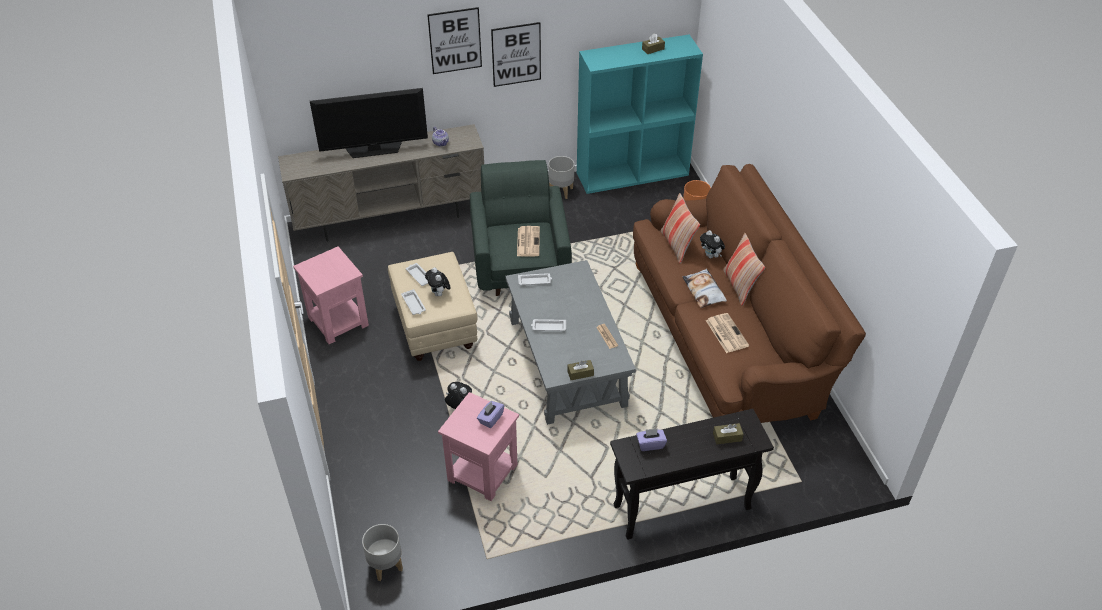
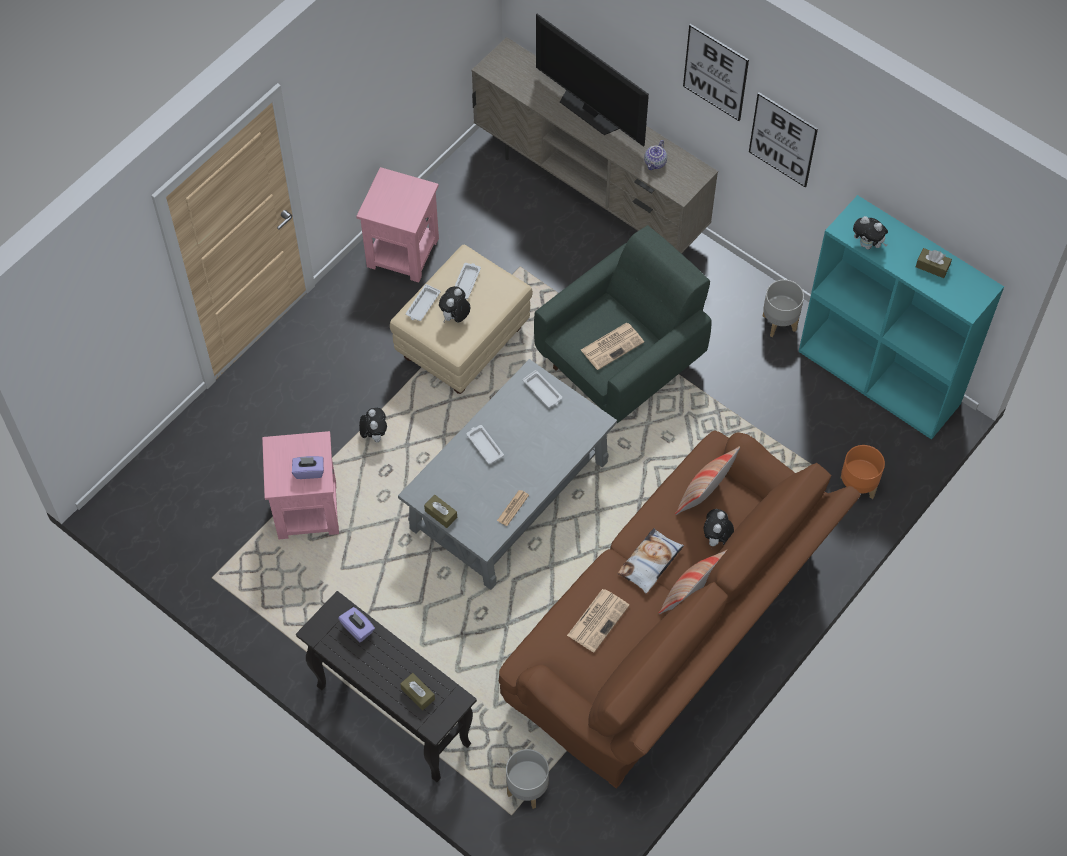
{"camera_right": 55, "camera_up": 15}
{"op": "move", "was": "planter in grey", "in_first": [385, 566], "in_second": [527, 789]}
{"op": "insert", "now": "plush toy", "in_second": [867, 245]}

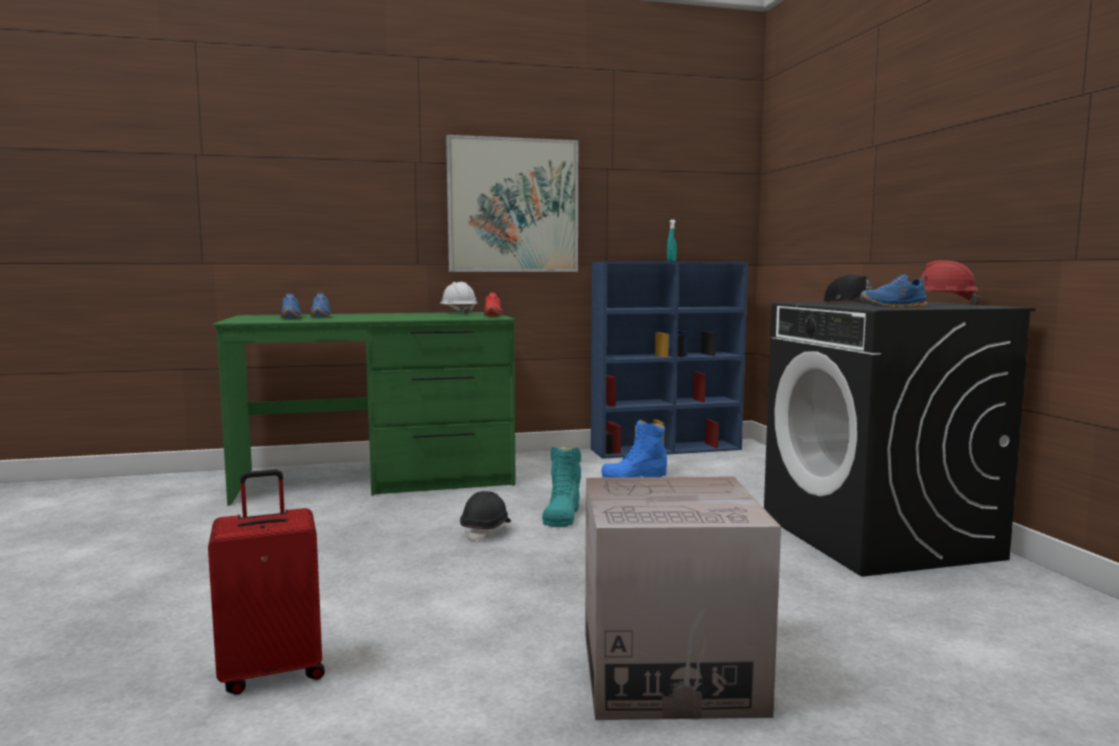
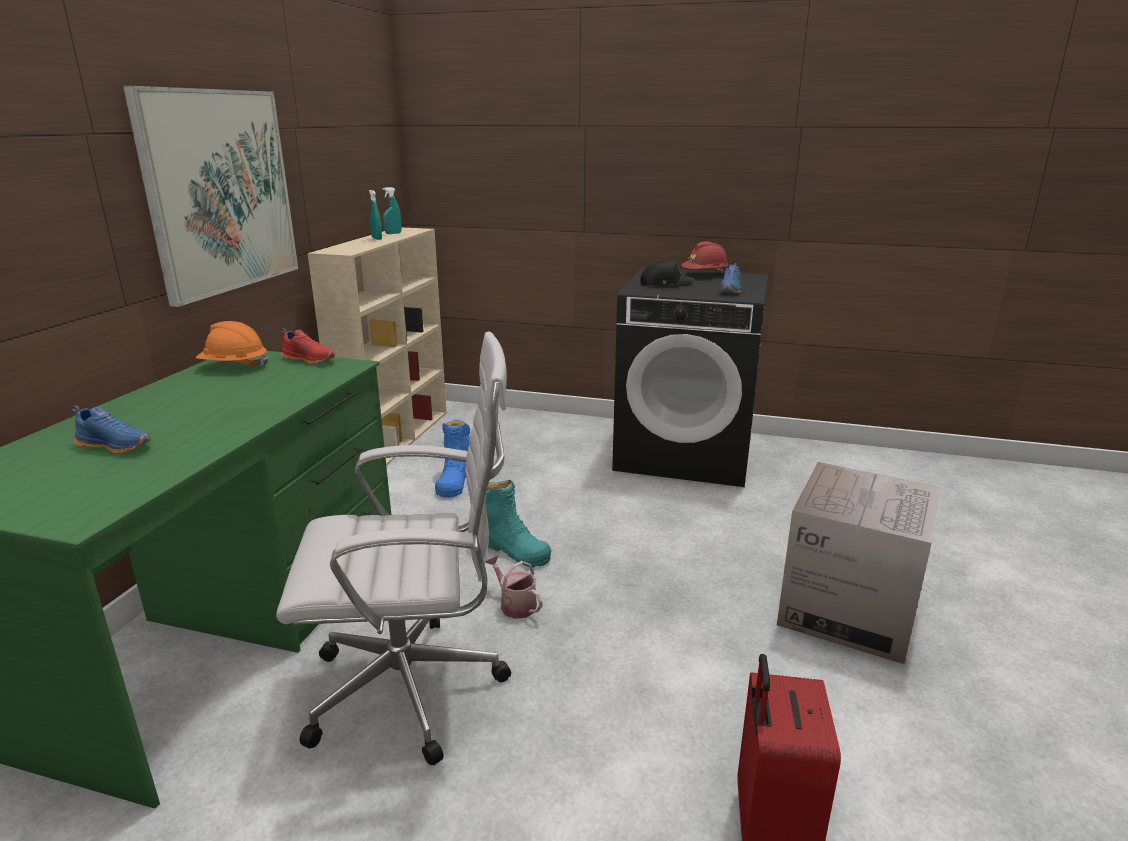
{"camera_right": -60, "camera_up": 15}
{"op": "recolor", "was": "bookcase in blue", "now": "bookcase in beige", "in_first": [667, 449], "in_second": [396, 438]}
{"op": "recolor", "was": "hard hat in white", "now": "hard hat in orange", "in_first": [458, 313], "in_second": [234, 366]}
{"op": "delete", "was": "shoe in blue", "in_first": [292, 317]}
{"op": "replace", "was": "hard hat in black", "now": "watering can", "in_first": [486, 531], "in_second": [515, 604]}
{"op": "insert", "now": "spray bottle in turquoise", "in_second": [393, 233]}
{"op": "insert", "now": "office chair in white", "in_second": [416, 688]}

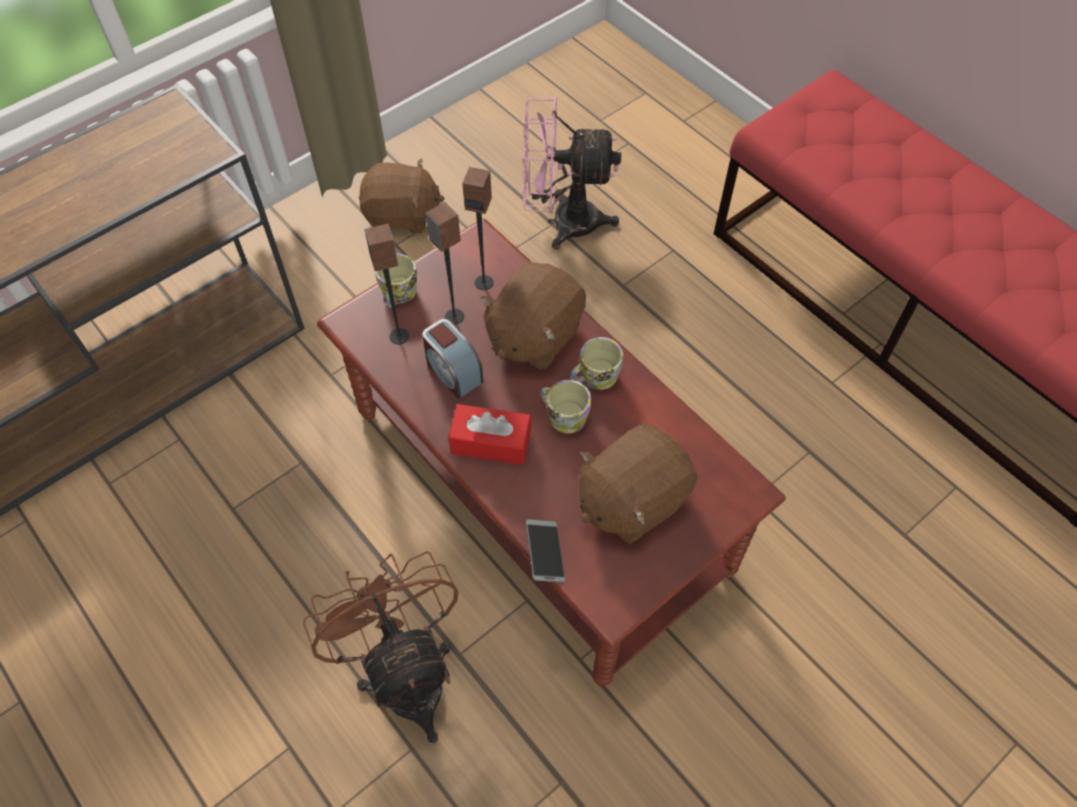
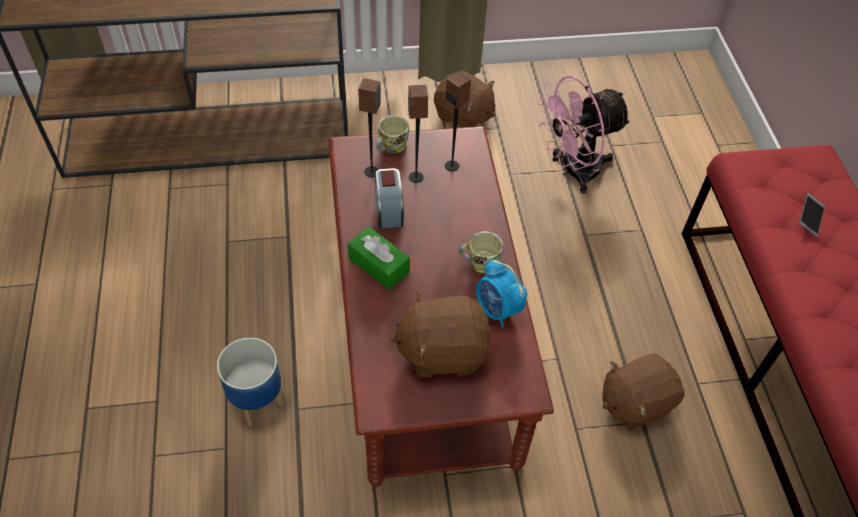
{"camera_right": 30, "camera_up": -5}
{"op": "rotate", "was": "fan in pink", "in_first": [562, 221], "in_second": [572, 171], "clockwise": -60}
{"op": "move", "was": "plush toy in brown", "in_first": [533, 335], "in_second": [635, 402]}
{"op": "delete", "was": "mug", "in_first": [563, 415]}
{"op": "recolor", "was": "tissue box in red", "now": "tissue box in green", "in_first": [491, 442], "in_second": [379, 265]}
{"op": "move", "was": "phone", "in_first": [545, 553], "in_second": [809, 217]}
{"op": "replace", "was": "fan in brown", "now": "planter", "in_first": [407, 673], "in_second": [256, 401]}
{"op": "insert", "now": "alarm clock", "in_second": [497, 310]}

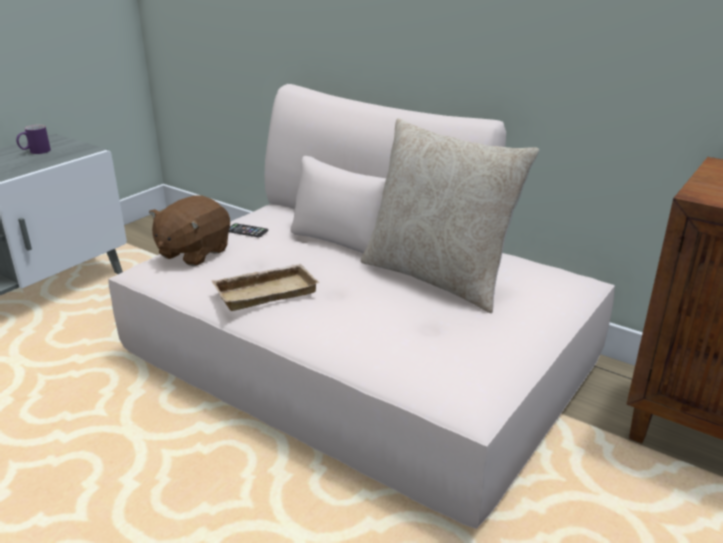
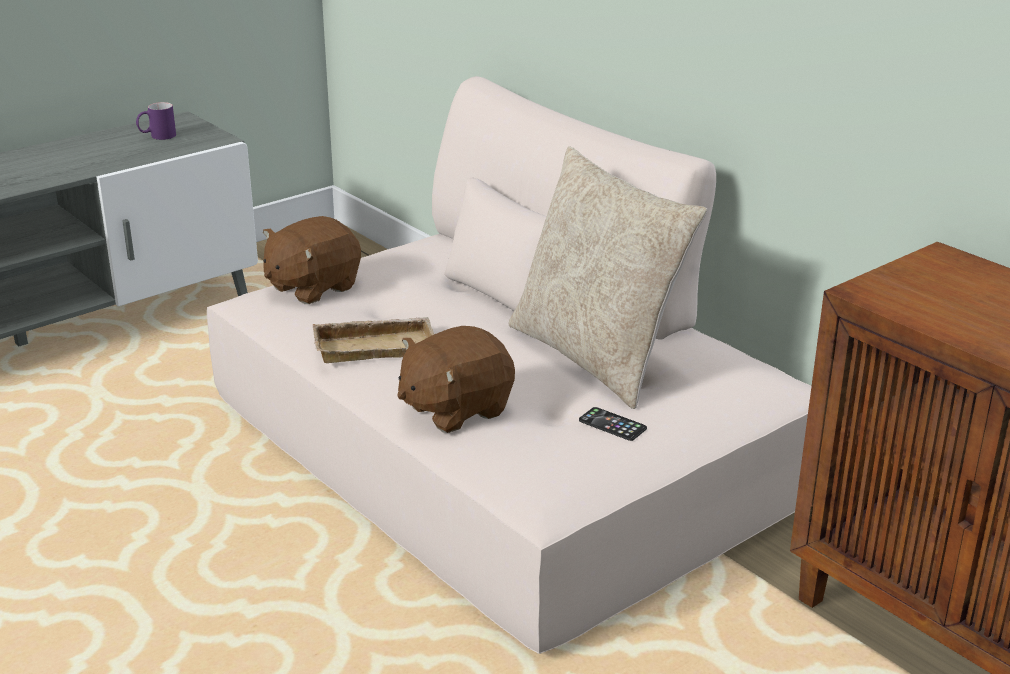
{"camera_right": 15, "camera_up": 0}
{"op": "move", "was": "phone", "in_first": [247, 231], "in_second": [612, 425]}
{"op": "insert", "now": "plush toy in brown", "in_second": [455, 409]}

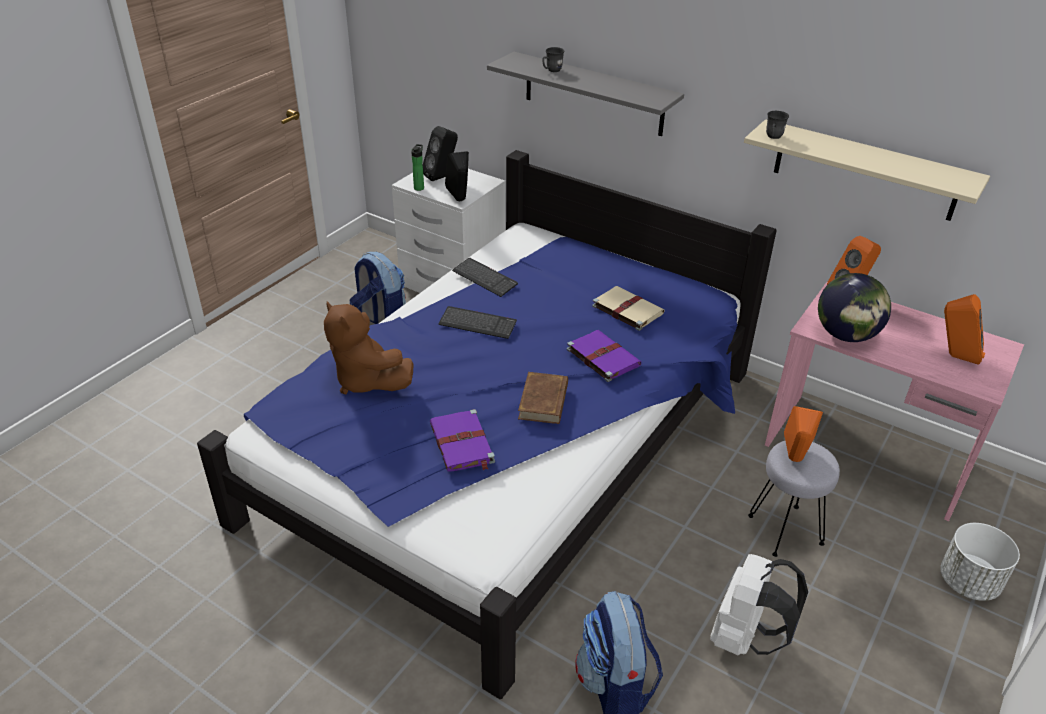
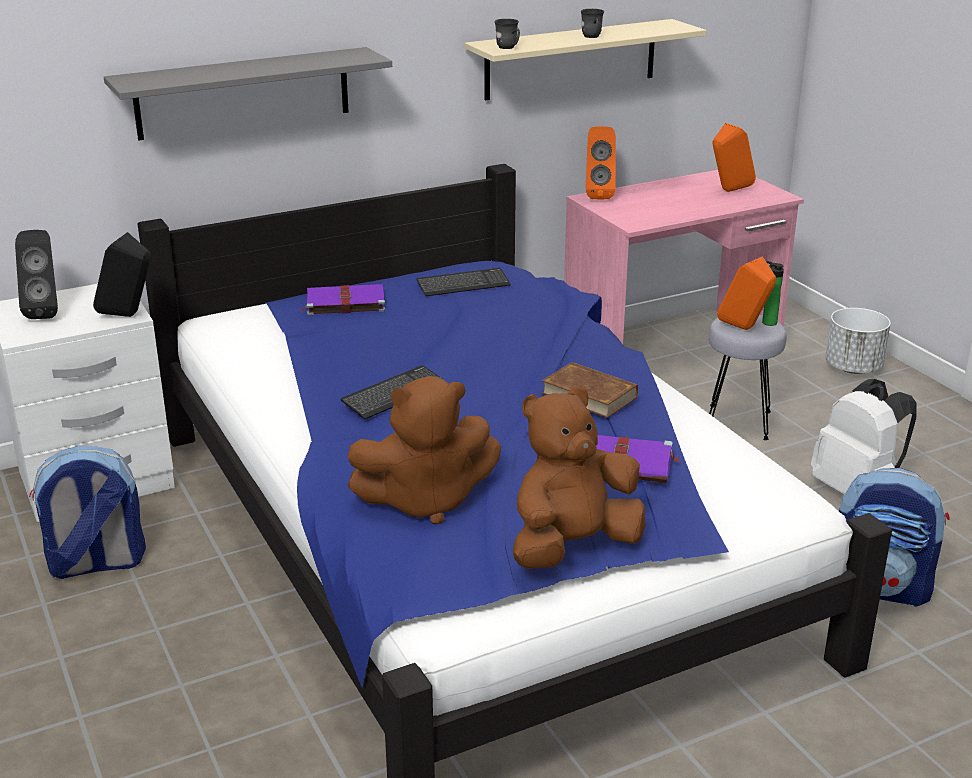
{"camera_right": -60, "camera_up": -10}
{"op": "move", "was": "mug in grey", "in_first": [551, 70], "in_second": [592, 37]}
{"op": "move", "was": "bottle", "in_first": [419, 187], "in_second": [767, 322]}
{"op": "move", "was": "keyboard", "in_first": [484, 278], "in_second": [463, 284]}
{"op": "delete", "was": "globe", "in_first": [846, 335]}
{"op": "delete", "was": "book in beige", "in_first": [626, 309]}
{"op": "move", "was": "book in purple", "in_first": [602, 356], "in_second": [344, 302]}
{"op": "insert", "now": "plush toy in brown", "in_second": [572, 547]}

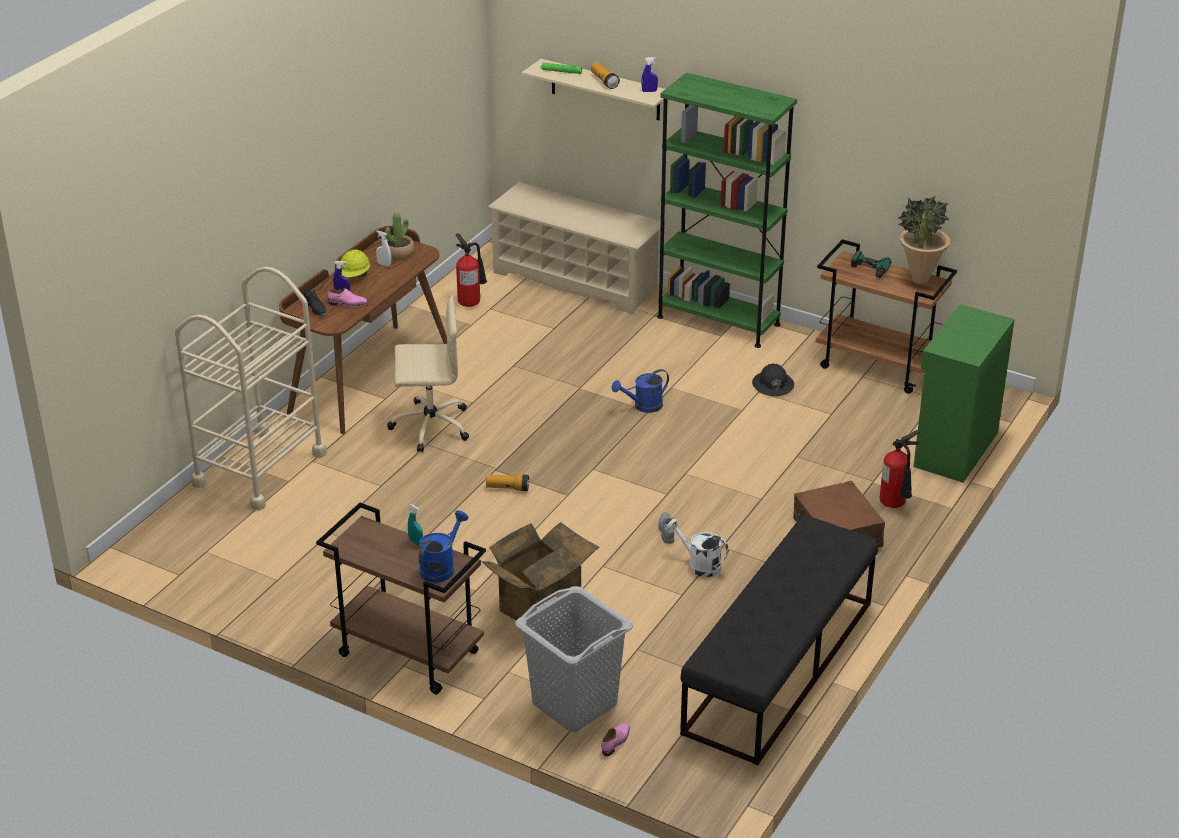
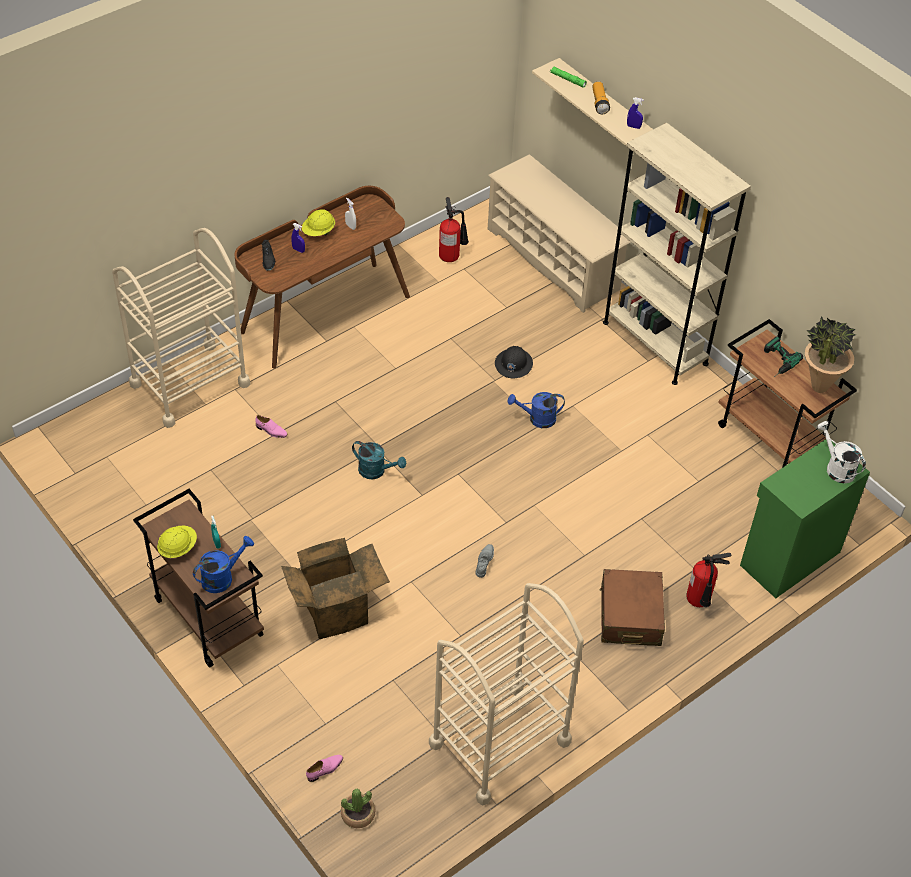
{"camera_right": 20, "camera_up": 15}
{"op": "recolor", "was": "bookcase in green", "now": "bookcase in beige", "in_first": [718, 321], "in_second": [655, 343]}
{"op": "move", "was": "potted plant", "in_first": [399, 252], "in_second": [358, 814]}
{"op": "move", "was": "shoe in pink", "in_first": [347, 303], "in_second": [271, 431]}
{"op": "delete", "was": "office chair in beige", "in_first": [429, 426]}
{"op": "move", "was": "hard hat in black", "in_first": [772, 385], "in_second": [513, 364]}
{"op": "replace", "was": "flashlight", "now": "watering can in turquoise", "in_first": [507, 488], "in_second": [376, 471]}
{"op": "replace", "was": "bench in black", "now": "cart in beige", "in_first": [778, 667], "in_second": [500, 743]}
{"op": "move", "was": "watering can in white", "in_first": [699, 564], "in_second": [836, 467]}
{"op": "delete", "was": "laundry basket in grey", "in_first": [574, 704]}
{"op": "insert", "now": "hard hat in yellow", "in_second": [178, 548]}

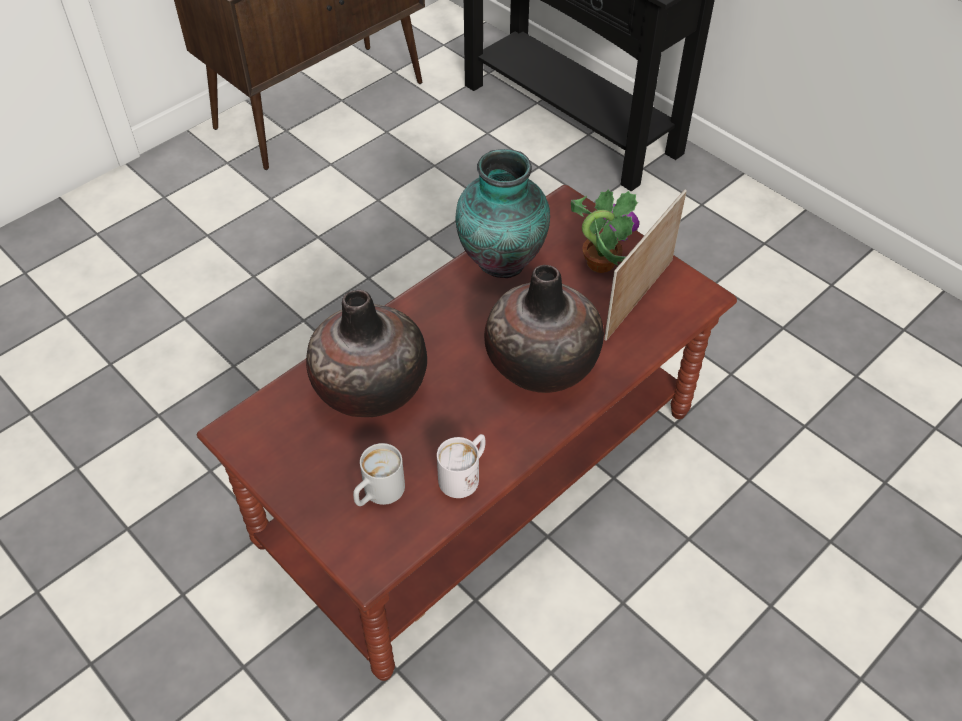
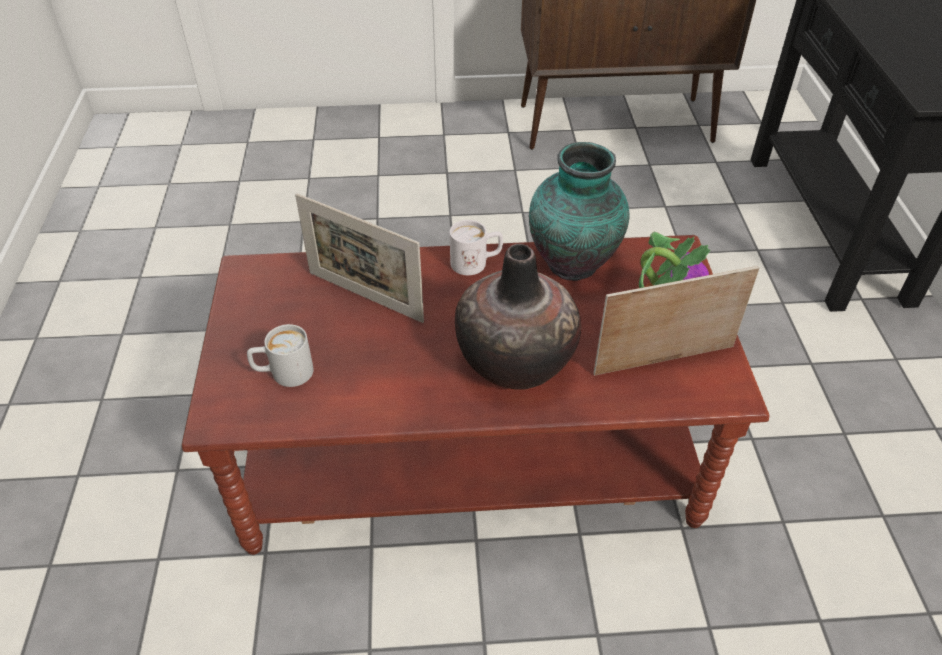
{"camera_right": 40, "camera_up": -5}
{"op": "replace", "was": "vase", "now": "picture frame", "in_first": [370, 388], "in_second": [365, 296]}
{"op": "move", "was": "mug in white", "in_first": [465, 474], "in_second": [476, 262]}

